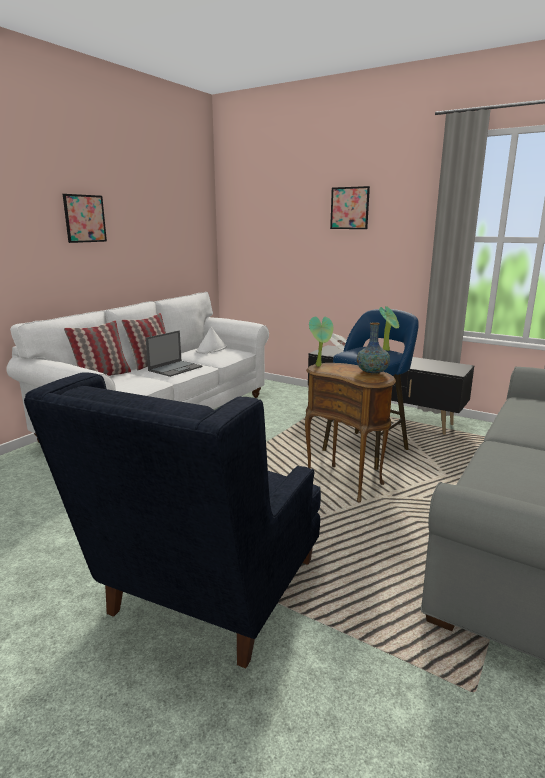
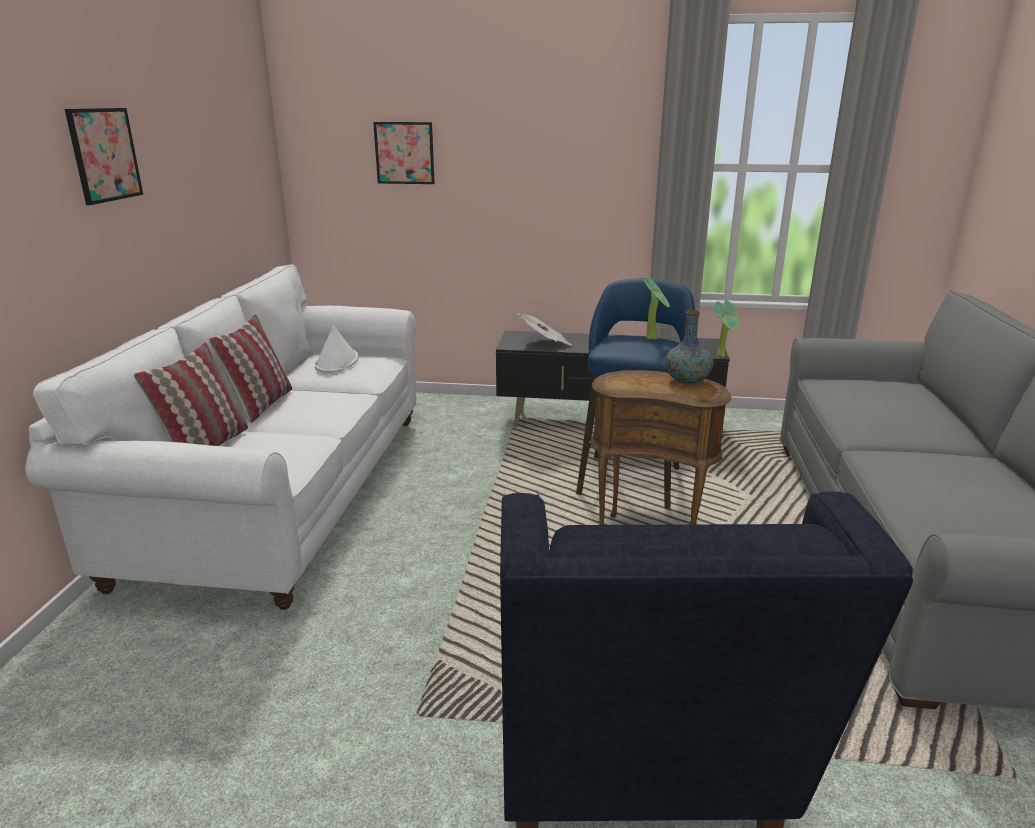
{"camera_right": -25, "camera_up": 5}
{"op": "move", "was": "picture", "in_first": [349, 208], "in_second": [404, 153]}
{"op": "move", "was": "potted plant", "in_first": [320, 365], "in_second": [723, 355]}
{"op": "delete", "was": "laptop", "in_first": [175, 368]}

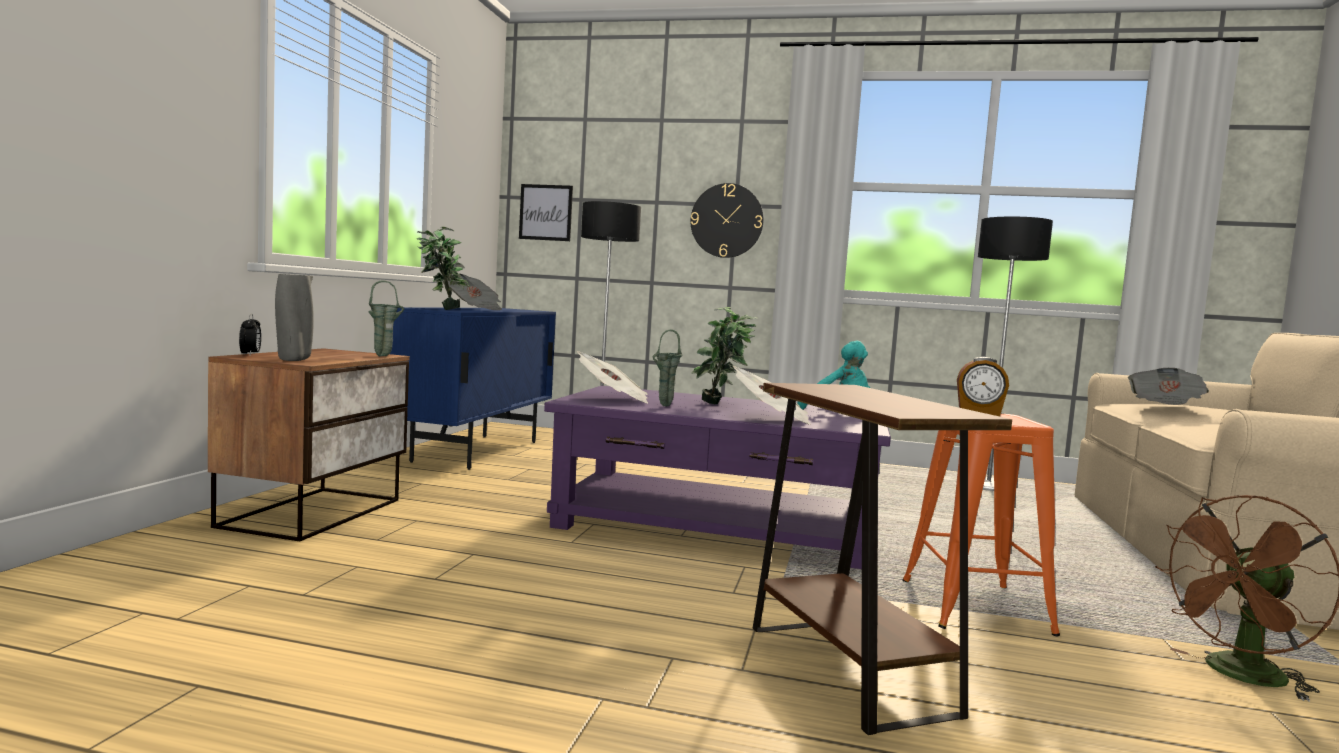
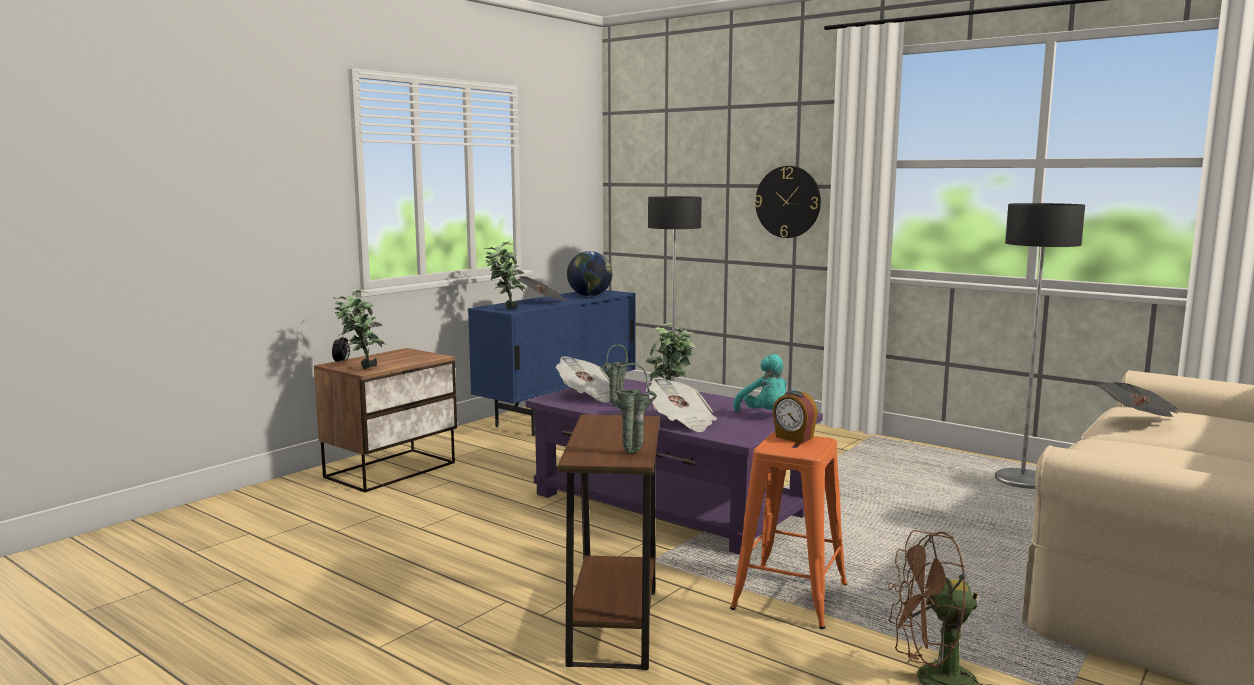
{"camera_right": 25, "camera_up": 5}
{"op": "delete", "was": "picture", "in_first": [546, 212]}
{"op": "replace", "was": "vase in grey", "now": "potted plant", "in_first": [294, 360], "in_second": [361, 368]}
{"op": "move", "was": "vase in green", "in_first": [384, 356], "in_second": [635, 453]}
{"op": "insert", "now": "globe", "in_second": [590, 296]}

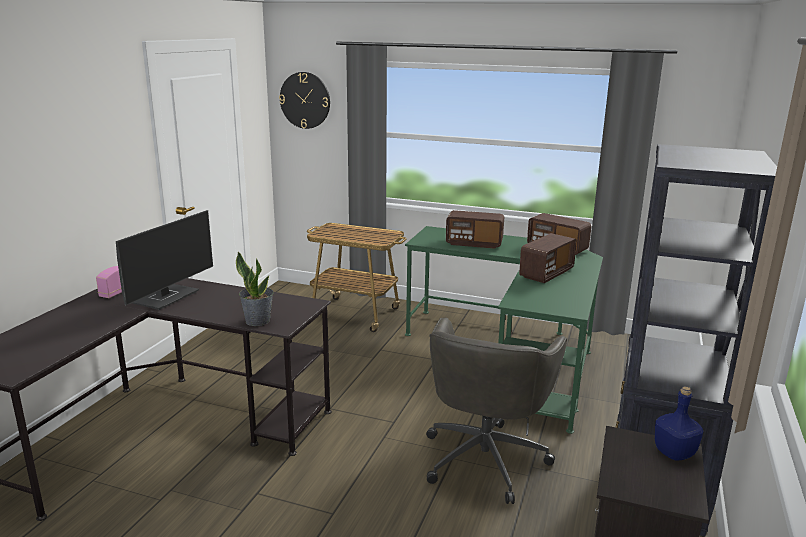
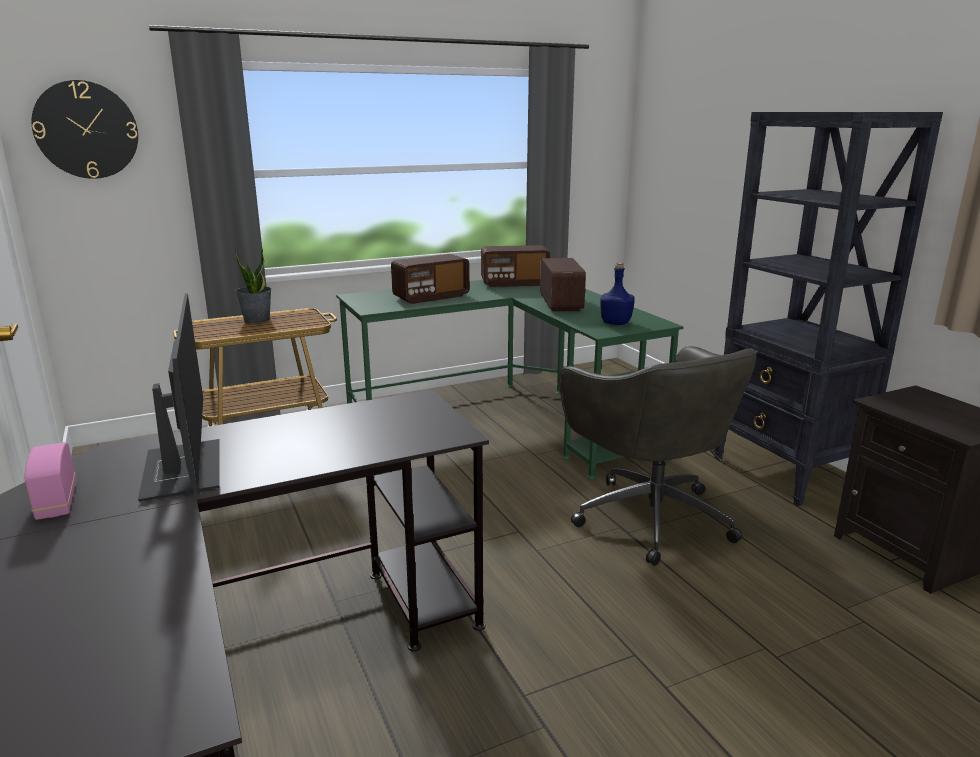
{"camera_right": -45, "camera_up": 0}
{"op": "move", "was": "potted plant", "in_first": [258, 320], "in_second": [257, 320]}
{"op": "move", "was": "bottle in blue", "in_first": [675, 453], "in_second": [616, 323]}

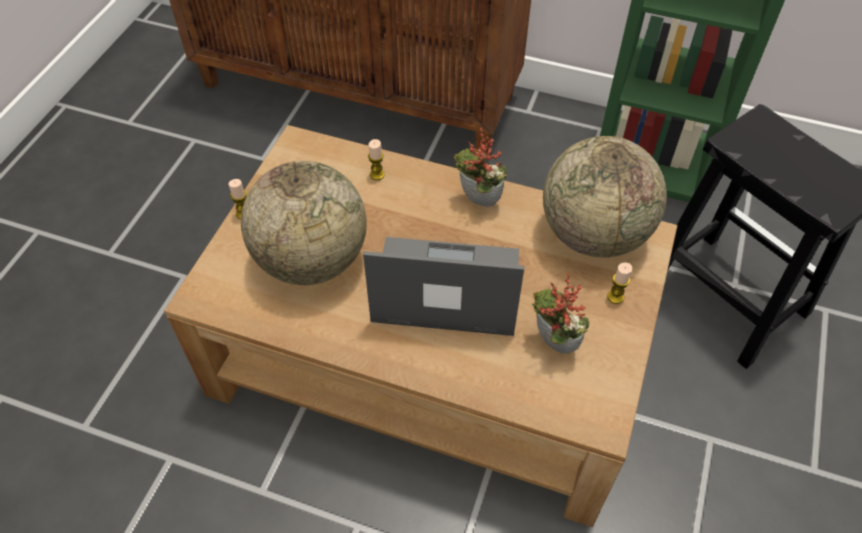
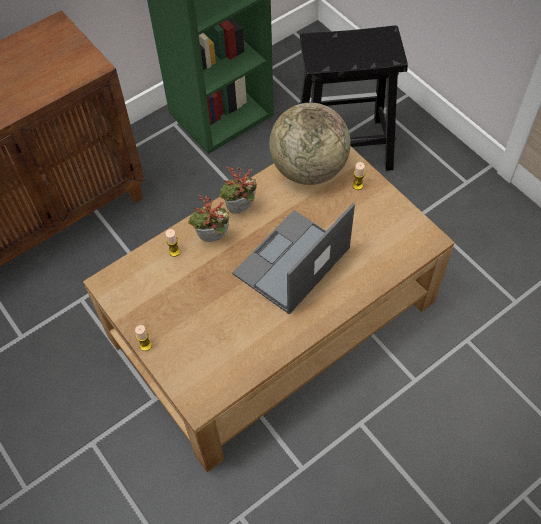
{"camera_right": -55, "camera_up": 5}
{"op": "delete", "was": "globe", "in_first": [311, 260]}
{"op": "move", "was": "potted plant", "in_first": [551, 345], "in_second": [212, 240]}

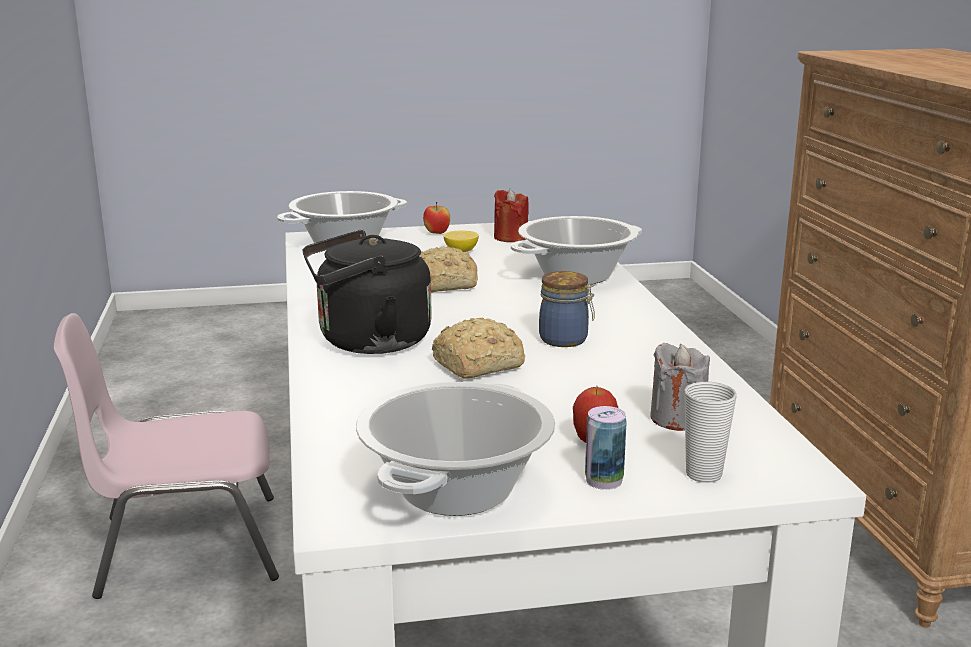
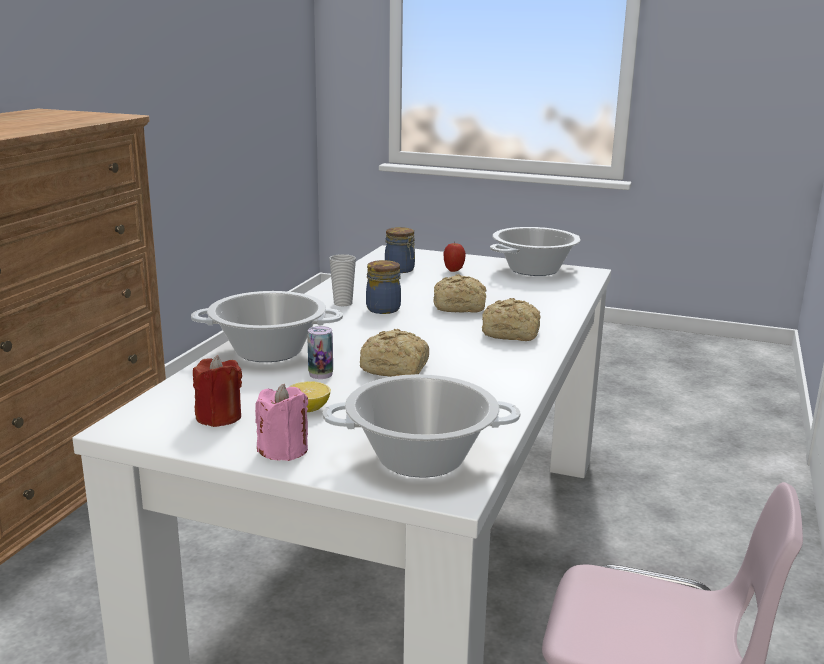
{"camera_right": -150, "camera_up": 0}
{"op": "replace", "was": "apple", "now": "candle in pink", "in_first": [437, 233], "in_second": [283, 450]}
{"op": "replace", "was": "kettle in black", "now": "bread", "in_first": [367, 342], "in_second": [512, 333]}
{"op": "replace", "was": "candle in grey", "now": "jar", "in_first": [677, 419], "in_second": [400, 270]}
{"op": "move", "was": "cup", "in_first": [703, 474], "in_second": [343, 303]}
{"op": "move", "was": "can", "in_first": [604, 481], "in_second": [320, 374]}

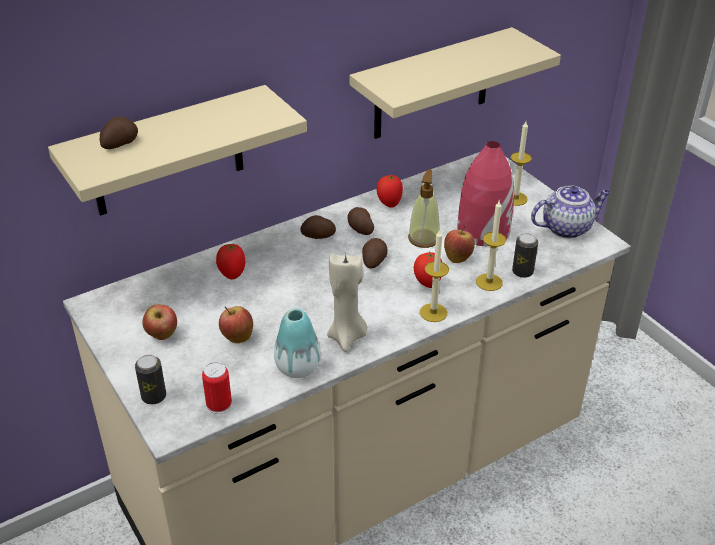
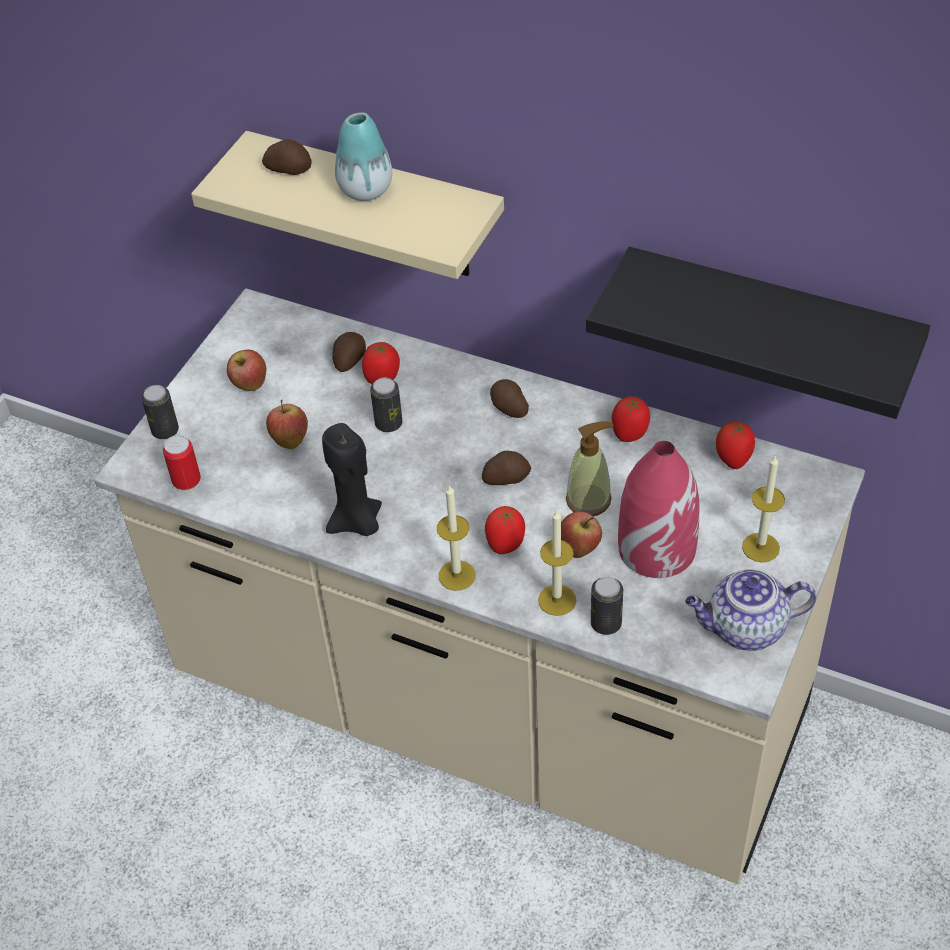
{"camera_right": 60, "camera_up": 10}
{"op": "recolor", "was": "shelf in beige", "now": "shelf in black", "in_first": [432, 85], "in_second": [768, 328]}
{"op": "rotate", "was": "teapot", "in_first": [567, 228], "in_second": [745, 629], "clockwise": 135}
{"op": "move", "was": "potato", "in_first": [360, 229], "in_second": [349, 360]}
{"op": "recolor", "was": "candle in beige", "now": "candle in black", "in_first": [347, 337], "in_second": [357, 523]}
{"op": "move", "was": "vase", "in_first": [298, 367], "in_second": [365, 190]}
{"op": "insert", "now": "can", "in_second": [388, 423]}
{"op": "insert", "now": "tomato", "in_second": [733, 459]}

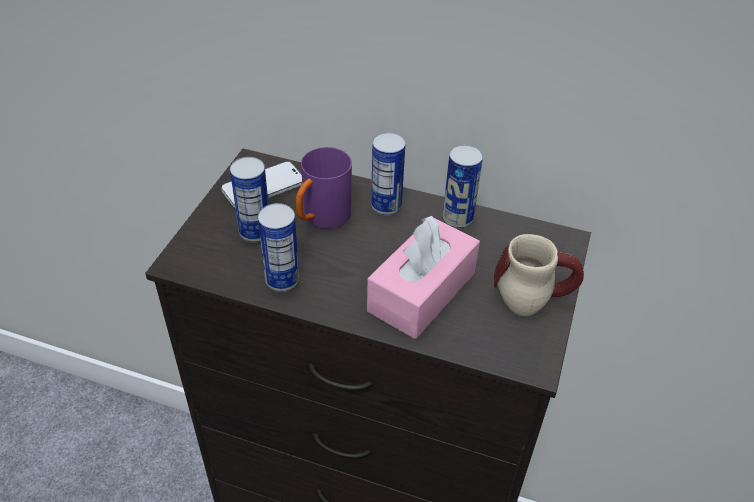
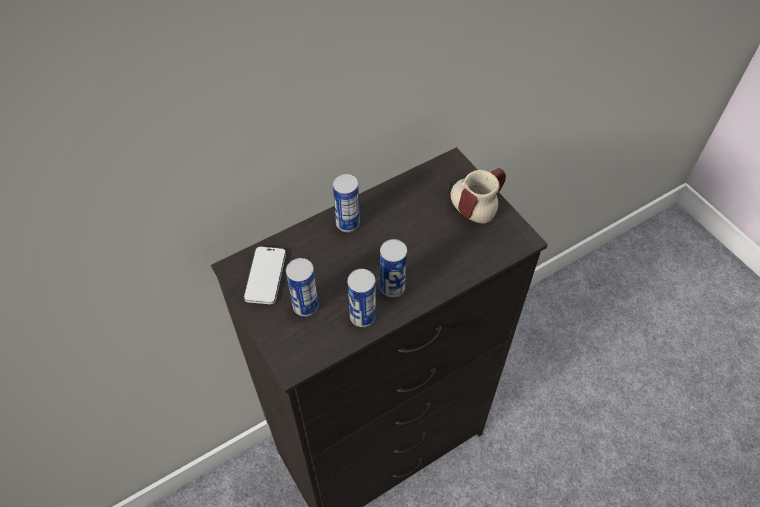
{"camera_right": -50, "camera_up": 10}
{"op": "move", "was": "can", "in_first": [457, 219], "in_second": [392, 288]}
{"op": "delete", "was": "mug in purple", "in_first": [321, 219]}
{"op": "delete", "was": "tissue box in pink", "in_first": [422, 292]}

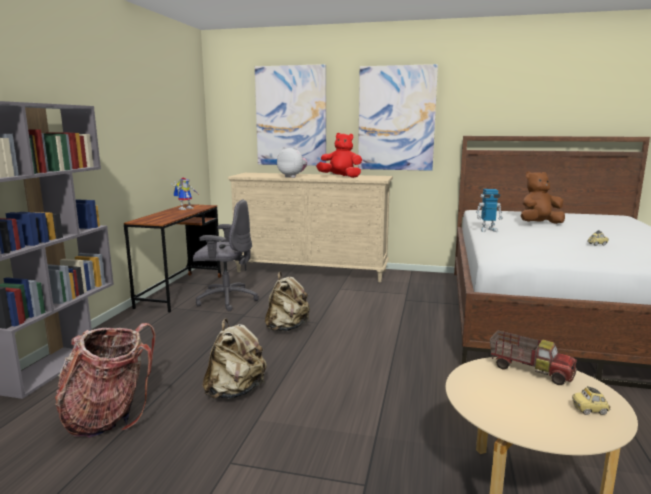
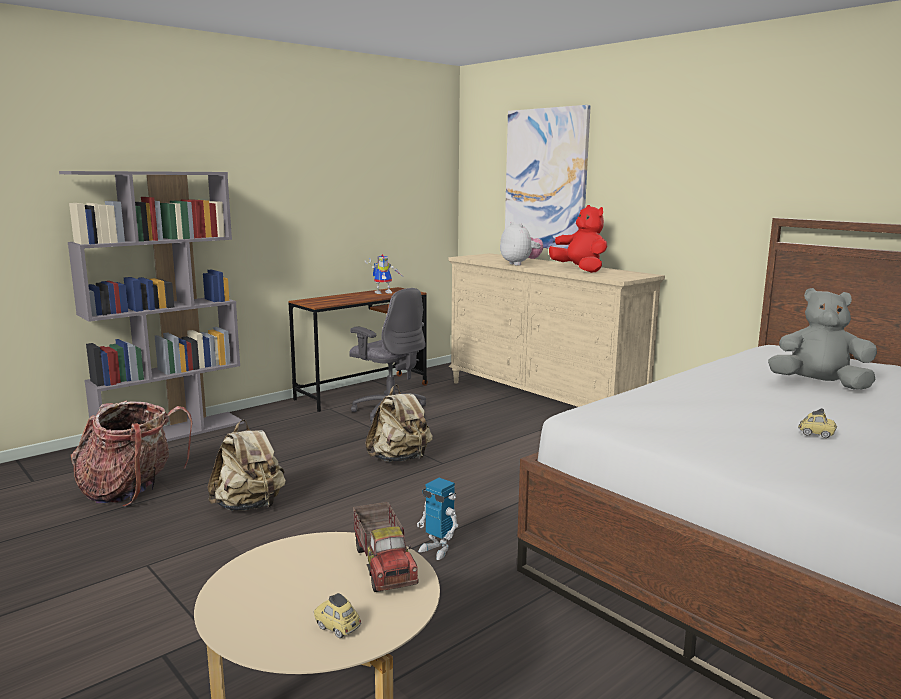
{"camera_right": 35, "camera_up": 0}
{"op": "delete", "was": "picture", "in_first": [396, 118]}
{"op": "recolor", "was": "plush toy in brown", "now": "plush toy in grey", "in_first": [539, 224], "in_second": [819, 385]}
{"op": "move", "was": "toy robot", "in_first": [488, 230], "in_second": [437, 549]}

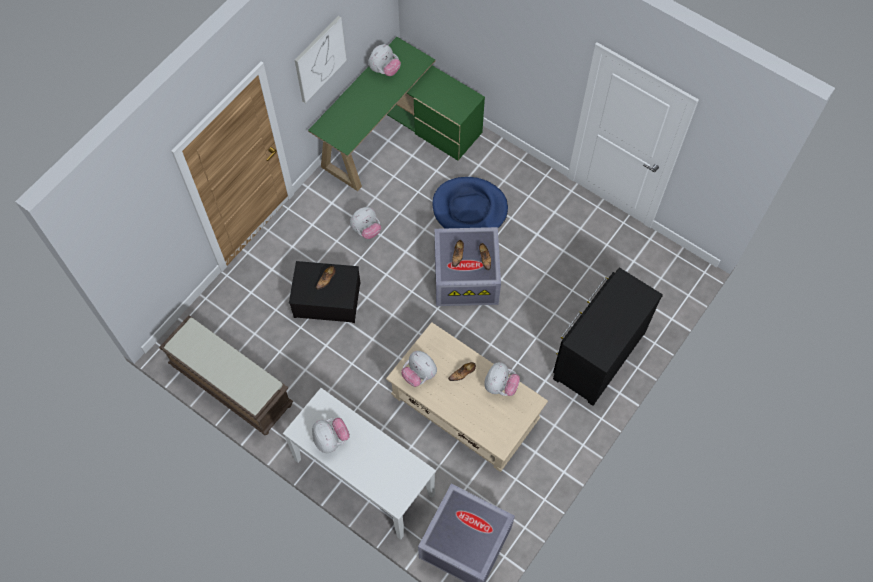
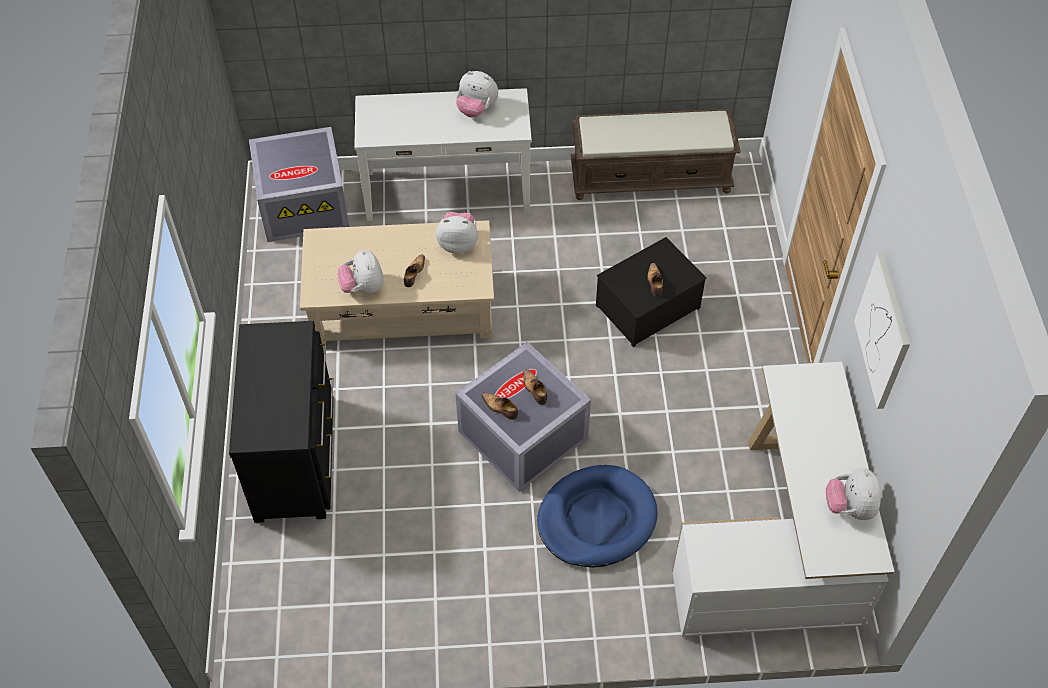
{"camera_right": 140, "camera_up": -10}
{"op": "recolor", "was": "desk in green", "now": "desk in white", "in_first": [397, 136], "in_second": [781, 547]}
{"op": "delete", "was": "plush toy", "in_first": [366, 230]}

